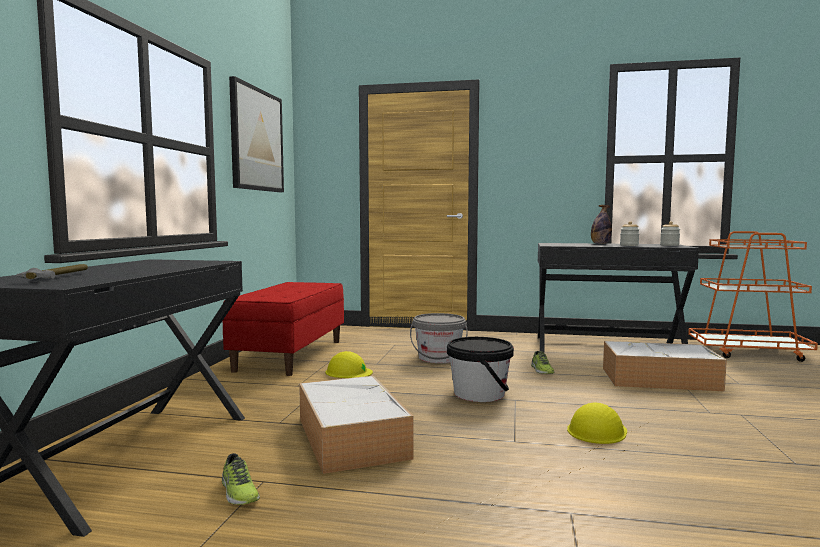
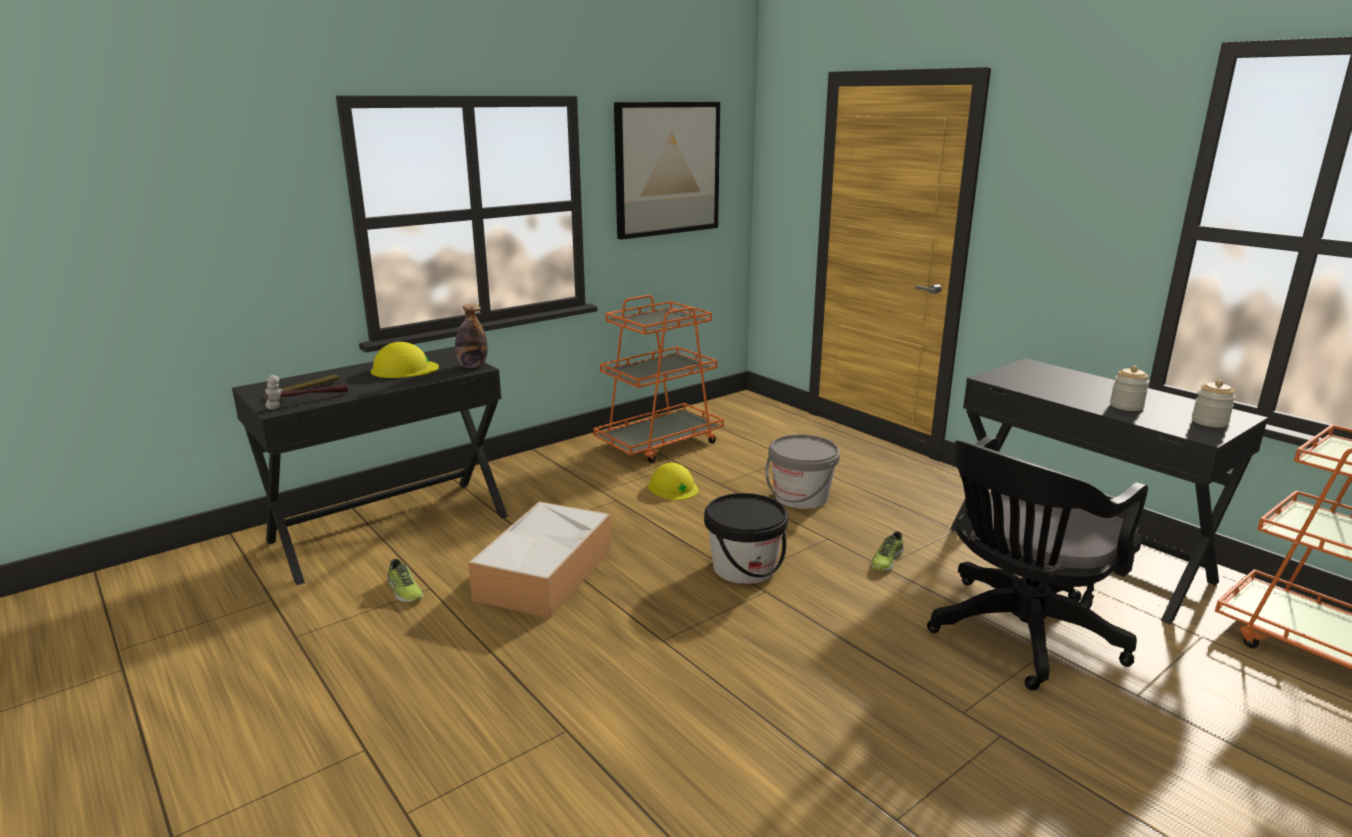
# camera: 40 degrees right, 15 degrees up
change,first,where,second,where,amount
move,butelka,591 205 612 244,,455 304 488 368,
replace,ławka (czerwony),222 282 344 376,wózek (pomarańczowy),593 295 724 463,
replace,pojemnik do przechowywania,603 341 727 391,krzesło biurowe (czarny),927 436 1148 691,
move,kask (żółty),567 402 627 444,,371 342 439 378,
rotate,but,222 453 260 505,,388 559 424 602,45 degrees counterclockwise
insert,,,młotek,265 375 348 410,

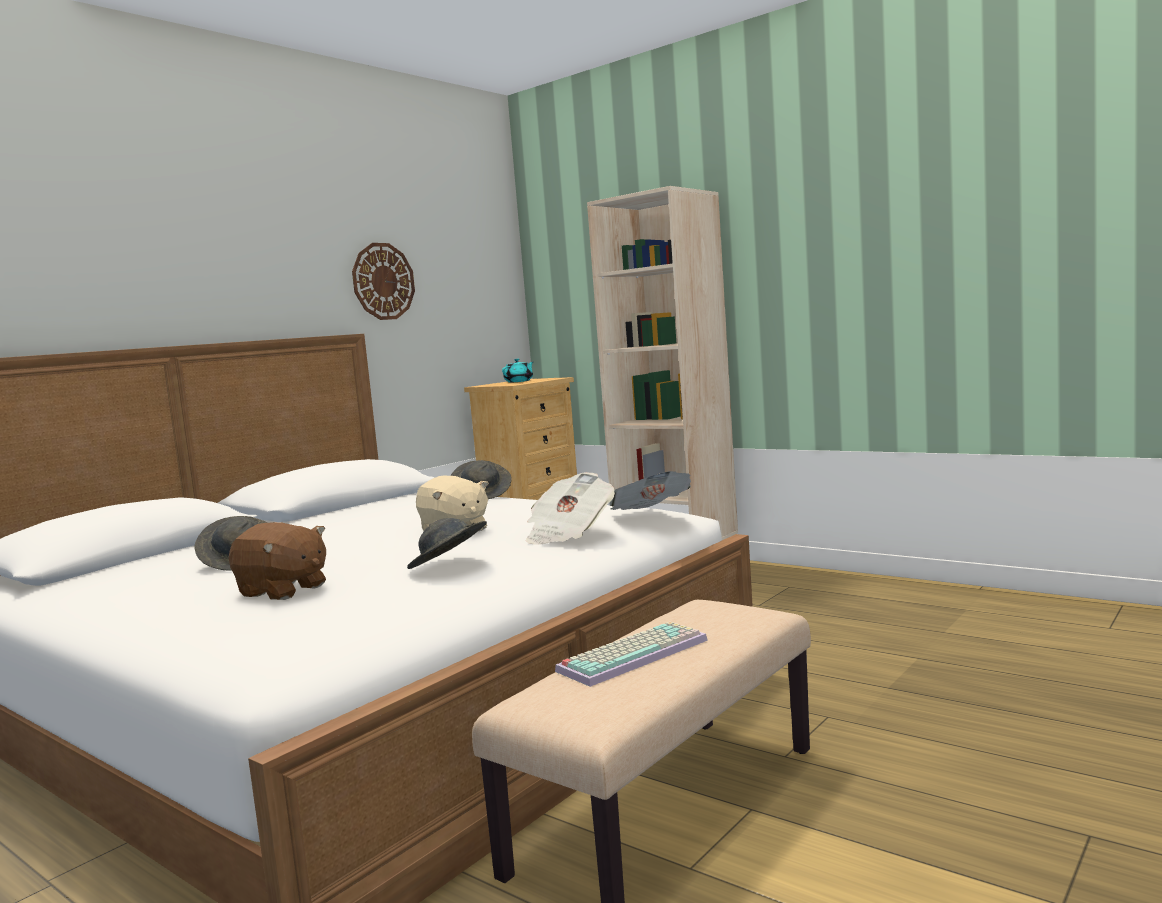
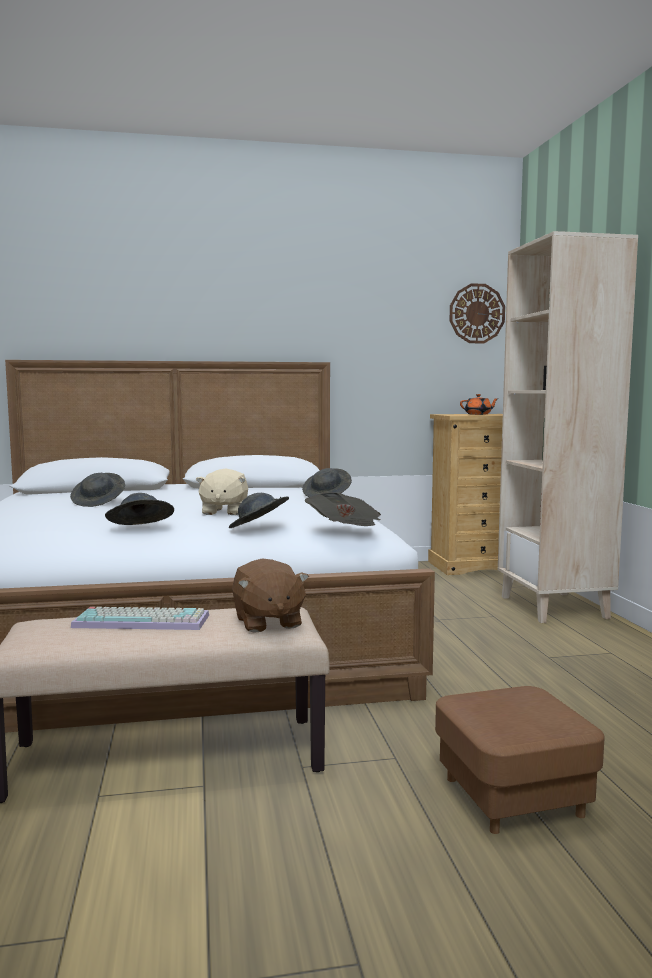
# camera: 40 degrees right, 0 degrees up
change,first,where,second,where,amount
move,zegar ścienny,352 243 415 320,,450 283 505 343,
recolor,imbryk (turkusowy),502 359 533 382,imbryk (pomarańczowy),460 394 499 415,
replace,gazeta,526 472 615 545,kapelusz (szary),229 493 289 528,
move,pluszak (brązowy),229 522 326 600,,232 559 309 633,
insert,,,pufa (brązowy),435 686 605 834,

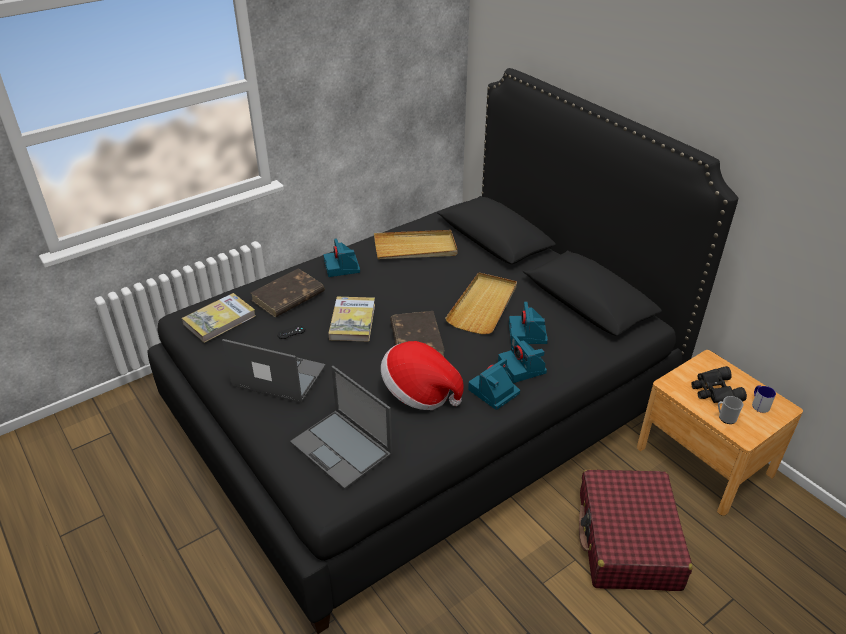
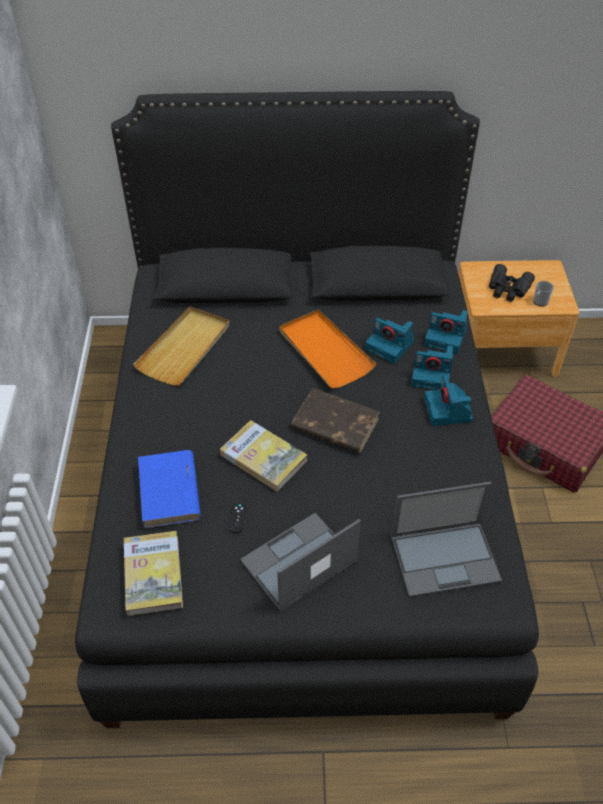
# camera: 55 degrees left, 10 degrees up
change,first,where,second,where,amount
move,aparat fotograficzny,324 238 360 277,,424 310 468 354,
recolor,książka (brązowy),251 268 325 317,książka (niebieski),138 450 201 528,
recolor,taca (beżowy),445 272 517 334,taca (pomarańczowy),279 310 376 388,
delete,kapelusz,381 341 464 410,,,
delete,kubek,752 385 776 413,,,

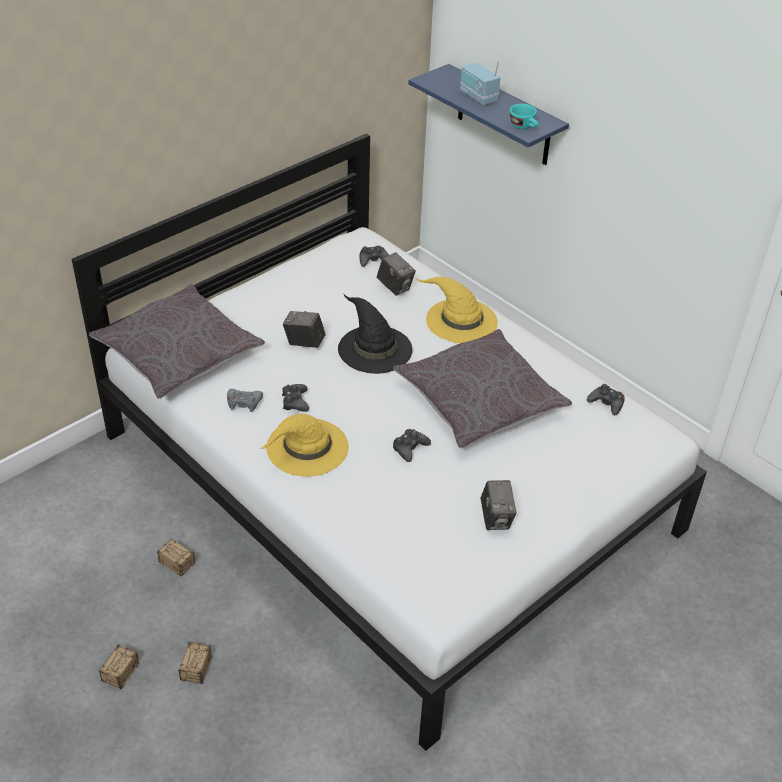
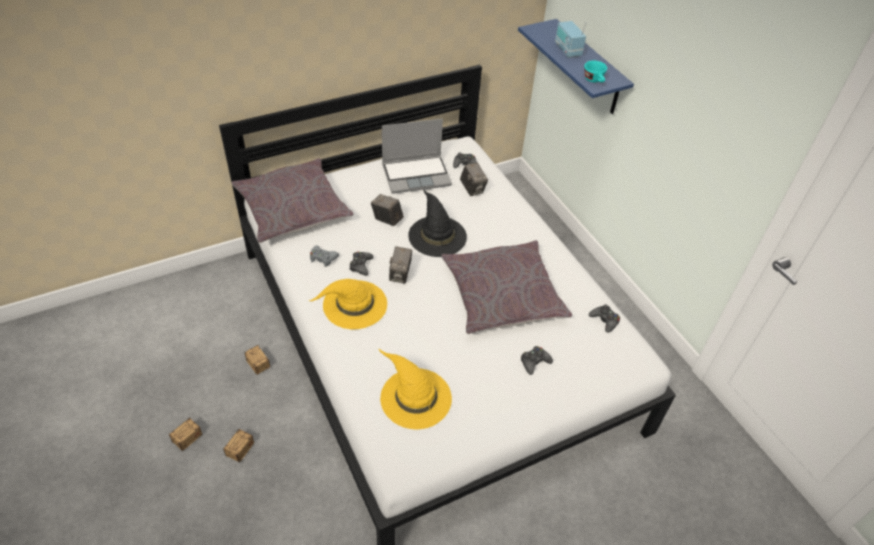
# camera: 15 degrees right, 5 degrees up
change,first,where,second,where,amount
move,kapelusz (żółty),417 277 498 343,,379 349 452 429,
move,pad do gier (czarny),393 429 431 462,,521 346 553 375,
move,aparat fotograficzny,480 480 516 530,,389 246 412 284,
insert,,,laptop,382 119 452 194,

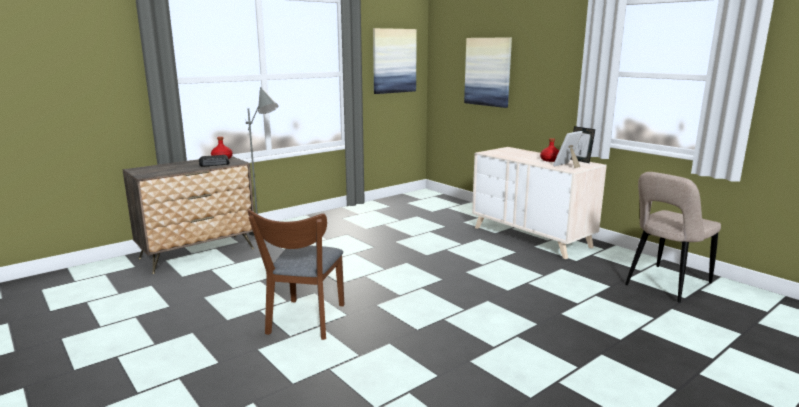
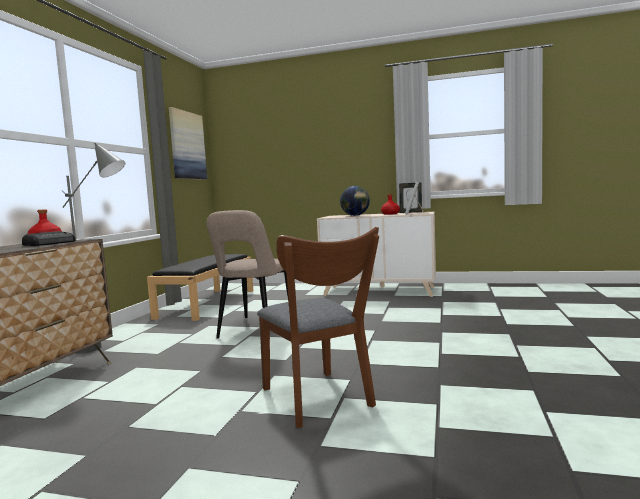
# camera: 35 degrees left, 10 degrees down
change,first,where,second,where,amount
delete,obraz,464 37 512 108,,,
move,krzesło (beżowy),625 172 721 303,,207 210 289 339,
insert,,,globus,340 186 370 216,
insert,,,ławka (czarny),147 254 253 321,

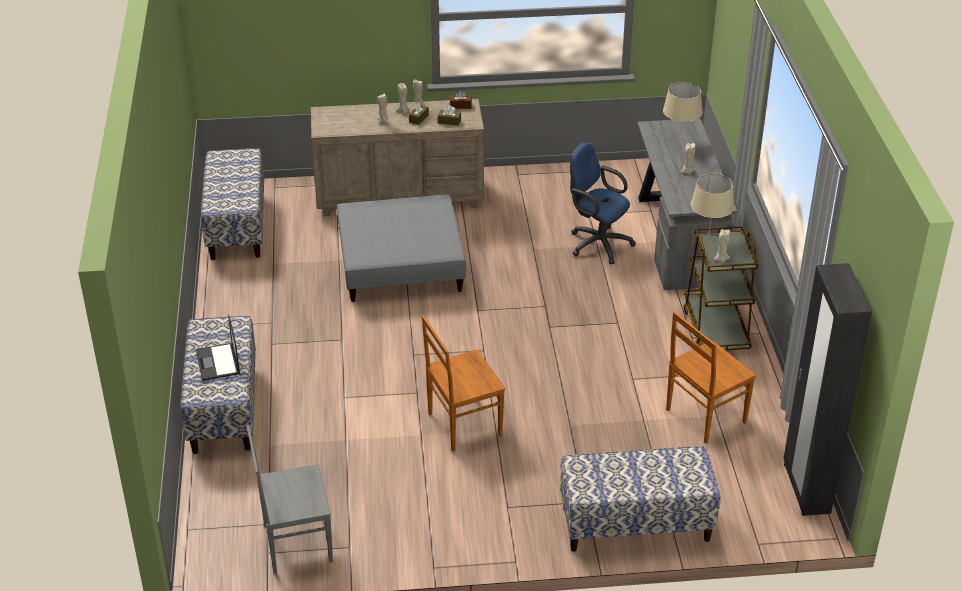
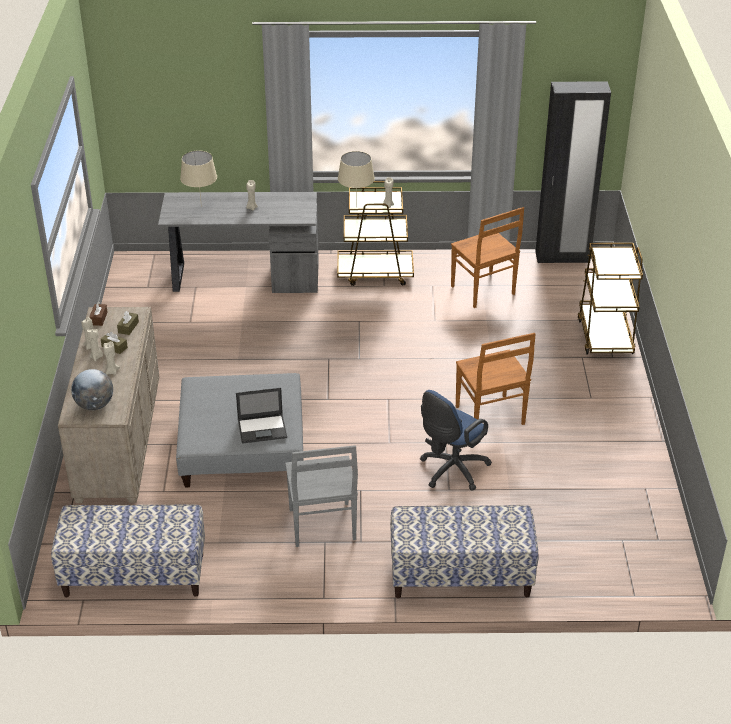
# camera: 85 degrees left, 0 degrees up
change,first,where,second,where,amount
move,krzesło biurowe (niebieski),570 142 636 264,,420 390 492 491,
move,laptop,196 315 240 381,,236 388 287 444,
move,krzesło (szary),246 424 333 573,,285 445 358 547,
replace,ławka,560 446 721 552,wózek (brązowy),578 243 643 354,
insert,,,globus,71 369 113 410,

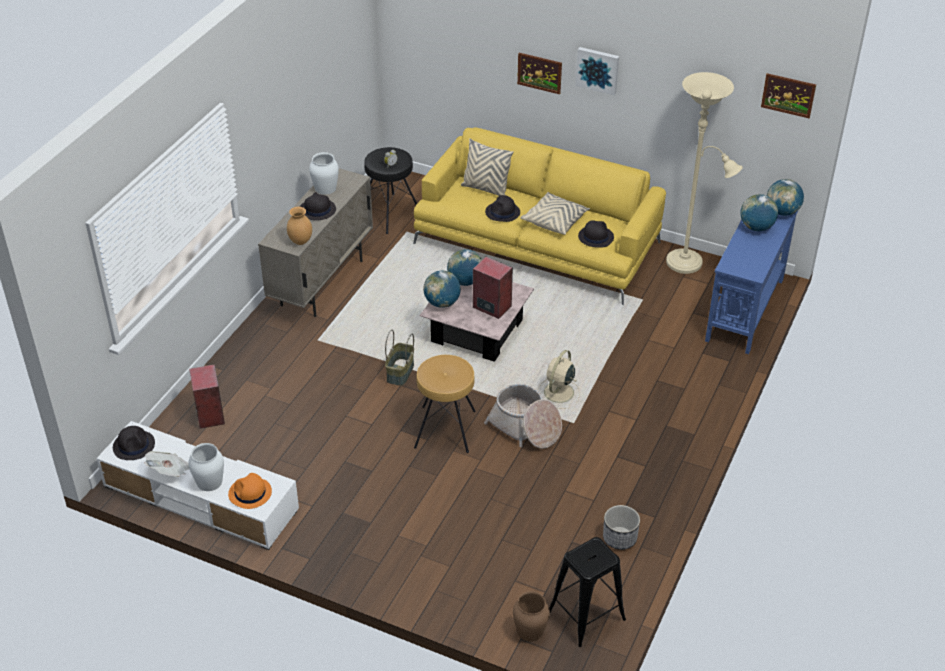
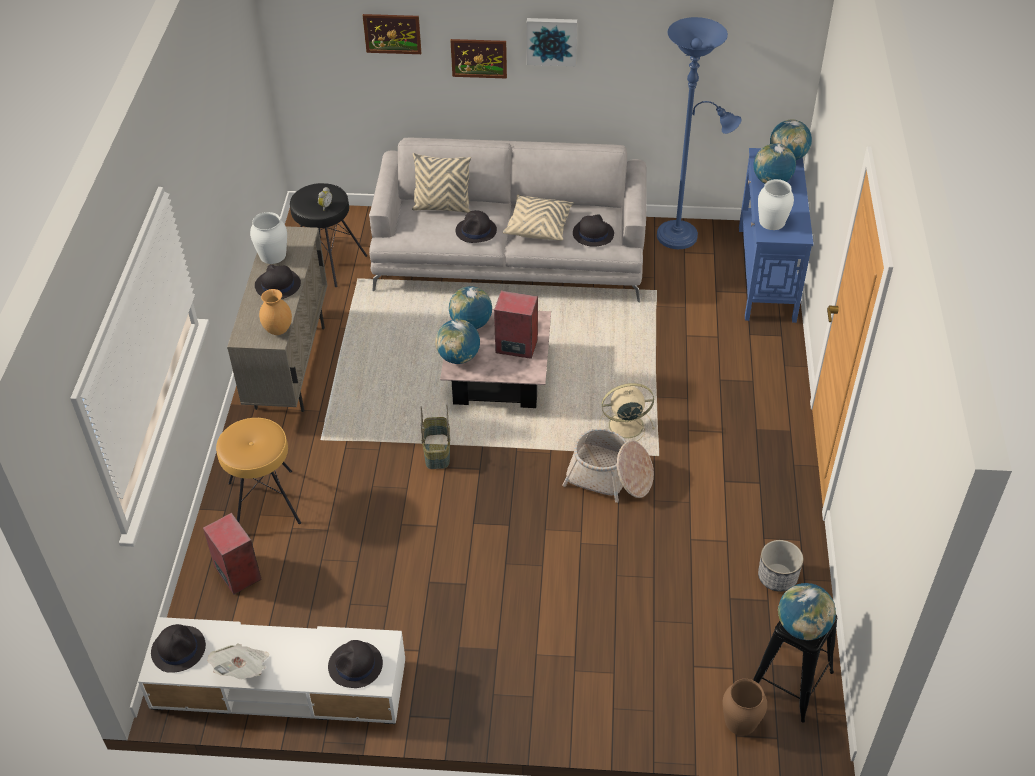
# camera: 20 degrees left, 5 degrees up
change,first,where,second,where,amount
recolor,lampa stojąca (beżowy),666 72 743 274,lampa stojąca (niebieski),657 17 742 249,
move,obraz,761 73 816 118,,363 14 421 54,
recolor,kanapa (żółty),413 127 666 305,kanapa (szary),369 138 647 303,
rotate,wentylator (beżowy),537 350 580 409,,600 383 655 442,75 degrees clockwise
move,stołek (brązowy),414 355 476 453,,216 418 301 524,
move,wazon (biały),188 443 224 491,,758 179 794 230,
recolor,kapelusz (pomarańczowy),228 473 272 509,kapelusz (czarny),328 640 383 688,
insert,,,globus,778 583 836 640,

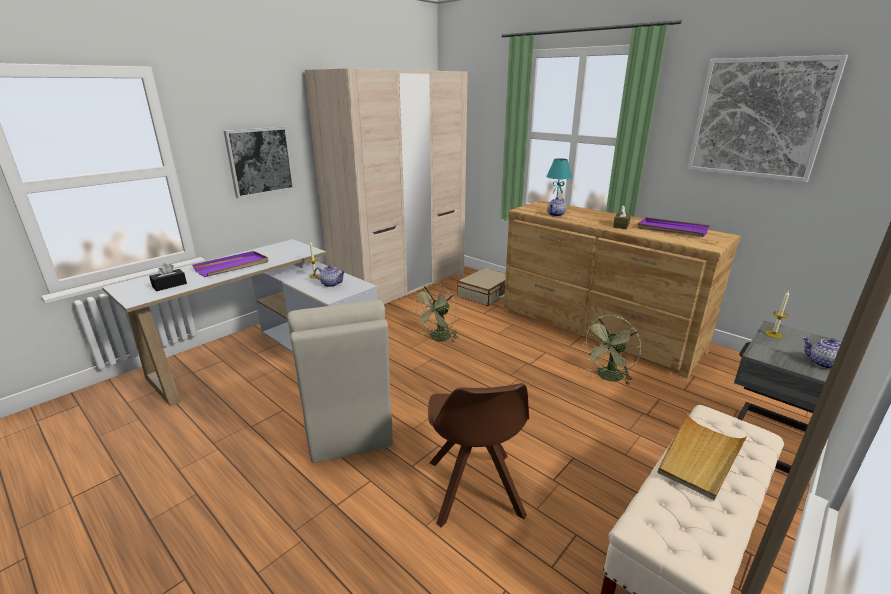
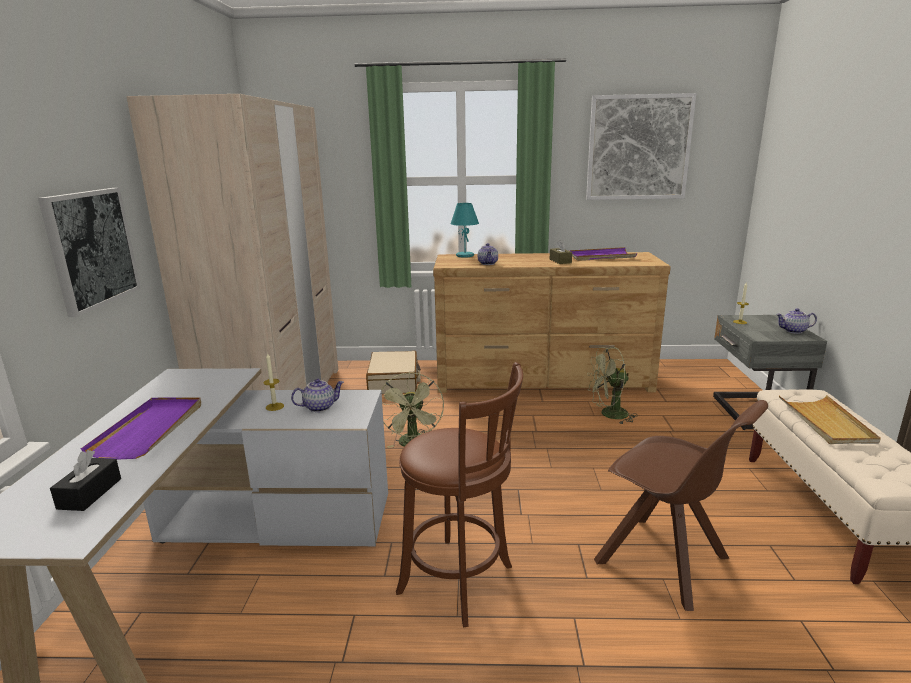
# camera: 40 degrees left, 5 degrees down
change,first,where,second,where,amount
replace,krzesło (beżowy),287 300 393 463,stołek (brązowy),396 362 523 627,
rotate,wentylator (zielony),581 315 642 385,,587 347 638 425,75 degrees clockwise

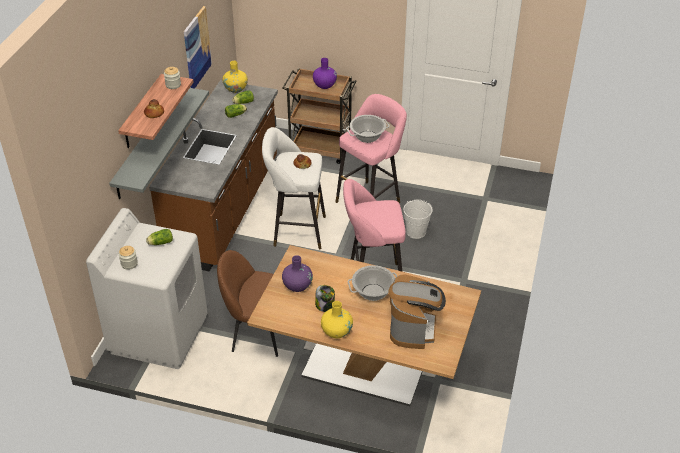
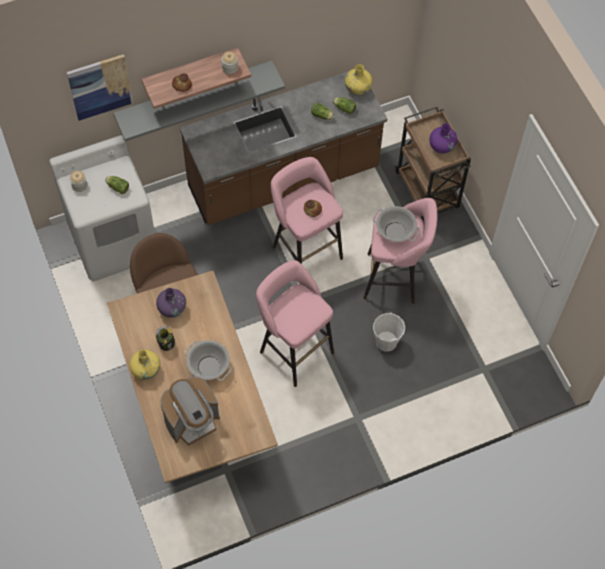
# camera: 50 degrees right, 20 degrees up
change,first,where,second,where,amount
move,obraz,184 6 212 88,,67 54 133 121,
recolor,stołek (biały),262 127 326 250,stołek (różowy),271 157 343 284,

